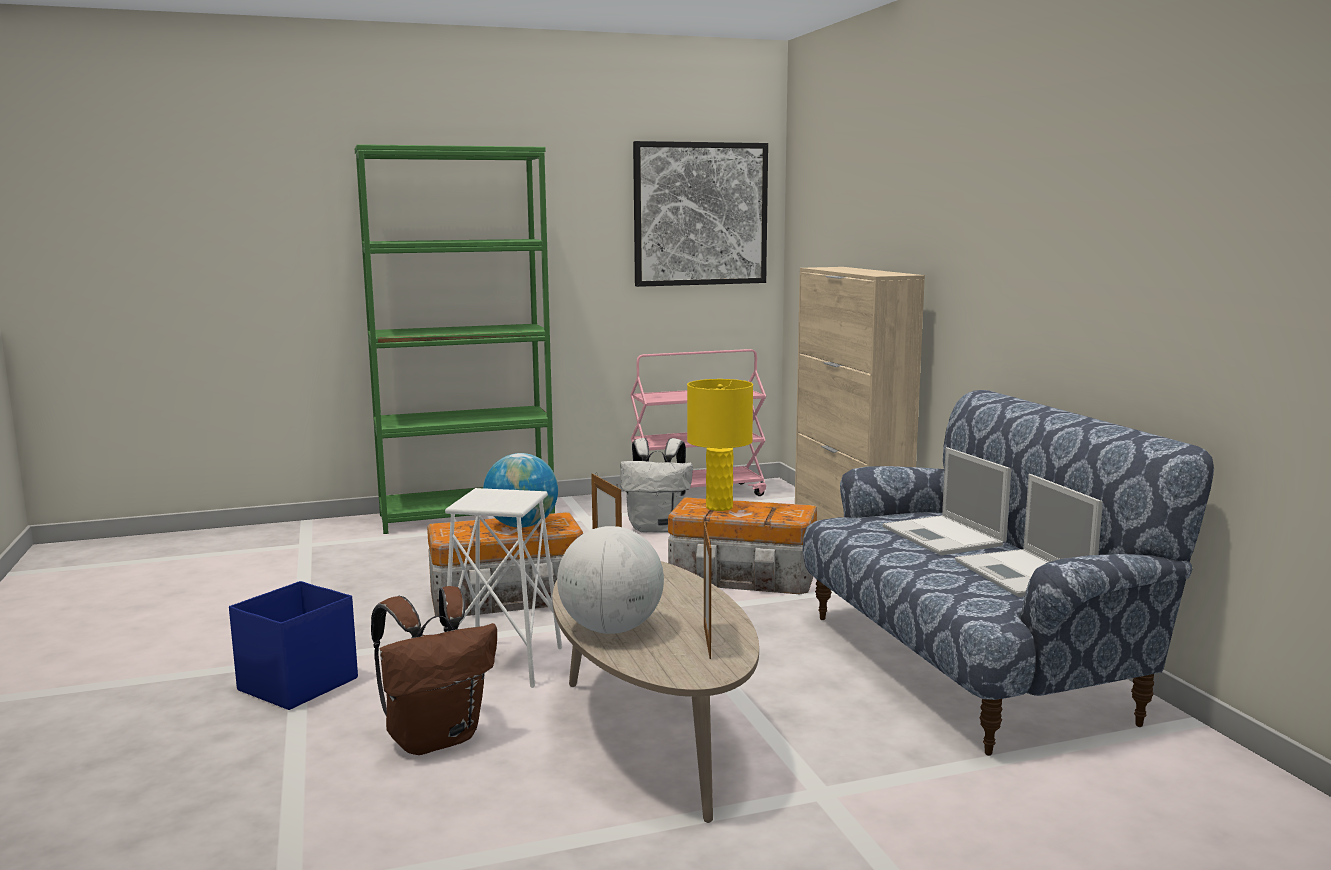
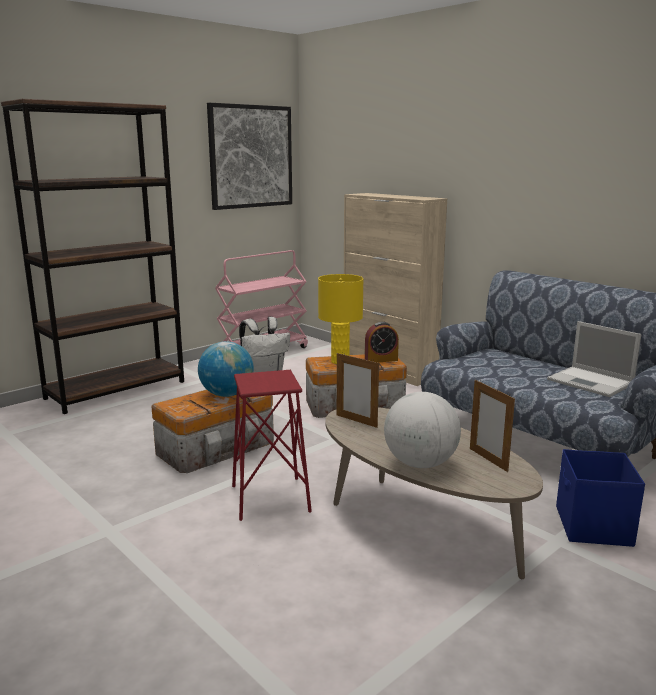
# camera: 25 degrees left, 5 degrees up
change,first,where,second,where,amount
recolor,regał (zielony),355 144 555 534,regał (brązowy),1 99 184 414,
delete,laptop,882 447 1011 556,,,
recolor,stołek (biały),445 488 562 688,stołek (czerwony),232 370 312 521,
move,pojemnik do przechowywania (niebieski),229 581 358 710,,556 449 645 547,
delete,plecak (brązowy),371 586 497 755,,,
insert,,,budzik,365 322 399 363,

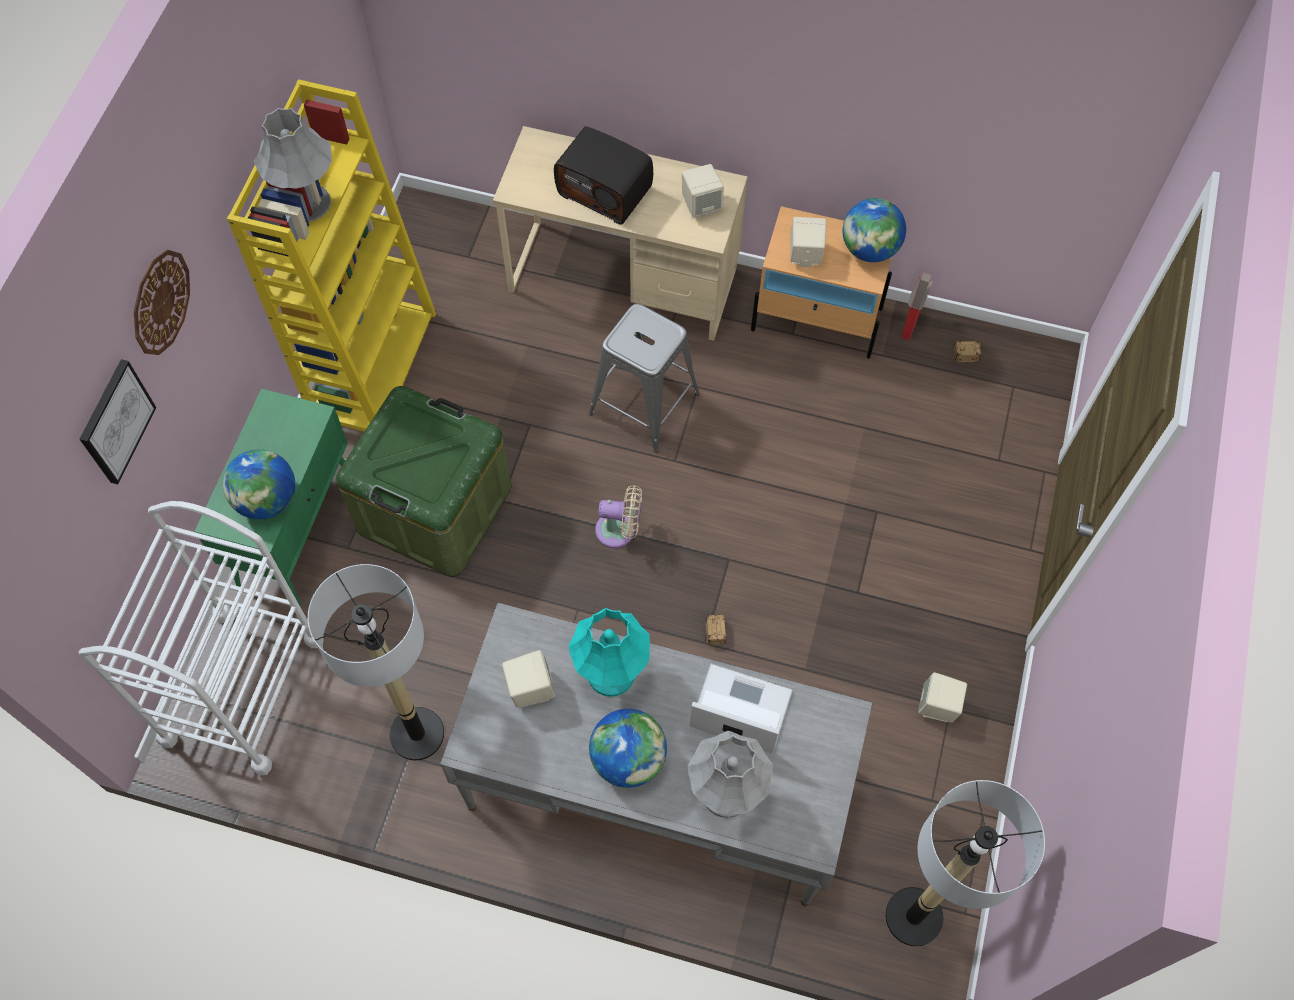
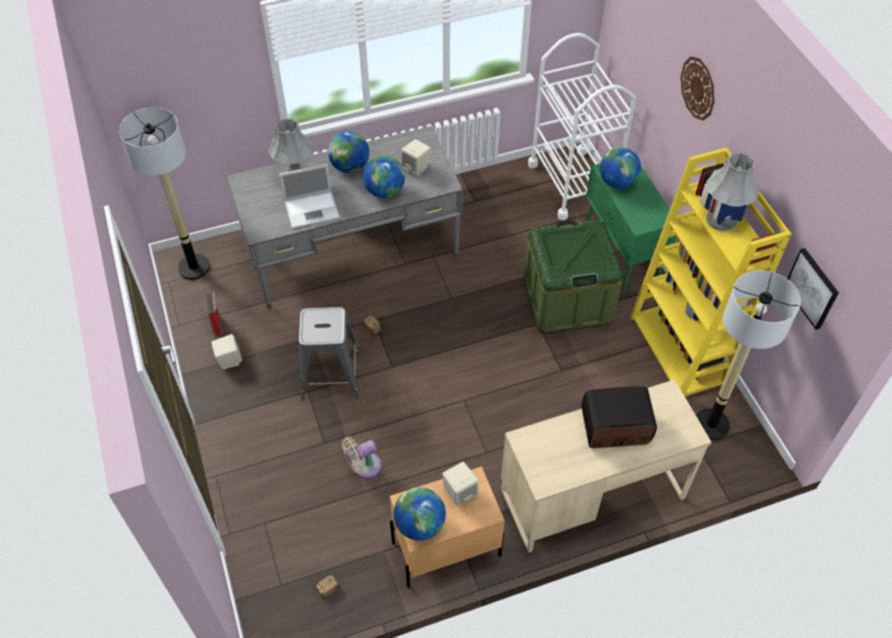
# camera: 145 degrees right, 10 degrees down
change,first,where,second,where,amount
delete,głośnik (beżowy),682 164 724 218,,,
move,karton,901 272 933 340,,203 289 222 336,
move,stołek (szary),589 304 700 453,,299 307 360 401,
move,obraz,79 359 156 484,,787 248 839 330,
move,wentylator (beżowy),595 485 642 548,,342 437 381 478,
move,lampa stojąca,308 564 444 761,,696 270 801 440,
replace,lampa stołowa (turkusowy),568 608 650 697,globus,363 156 405 198,

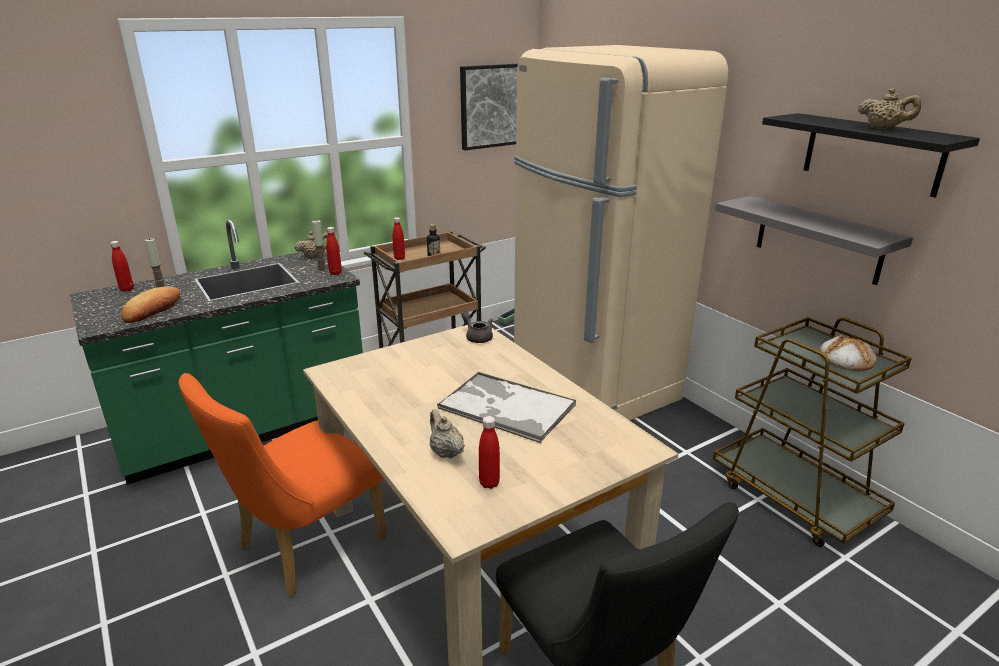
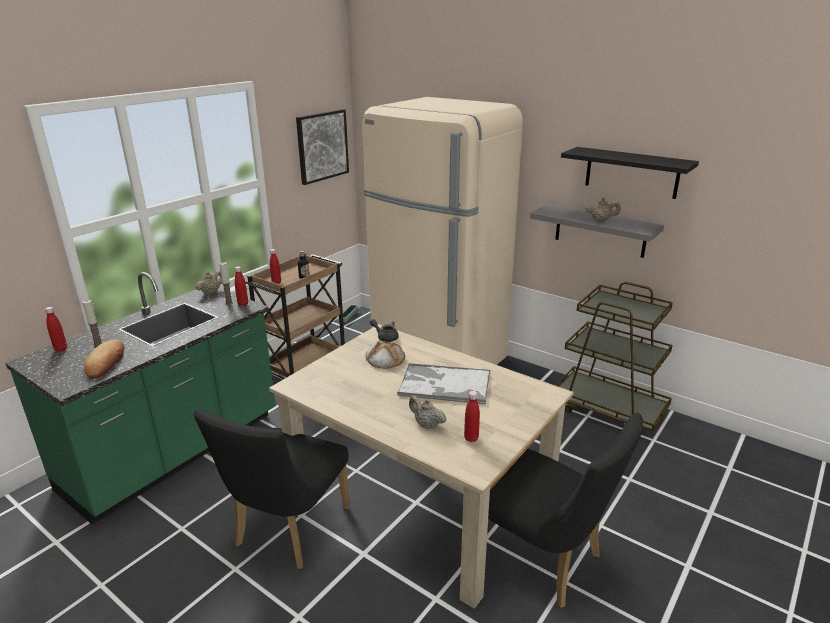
# camera: 20 degrees left, 0 degrees up
change,first,where,second,where,amount
move,imbryk (beżowy),858 88 921 129,,586 198 621 221,
move,chleb,819 334 877 371,,366 341 405 369,
recolor,krzesło (pomarańczowy),179 373 387 596,krzesło (czarny),194 409 350 569,

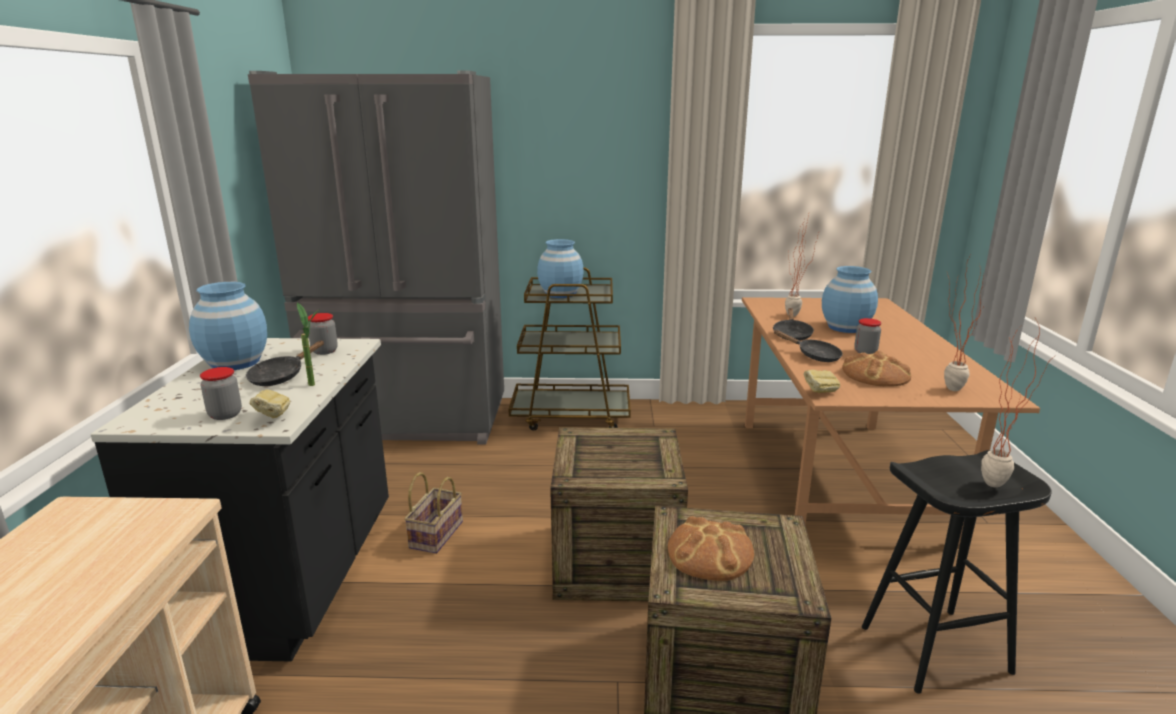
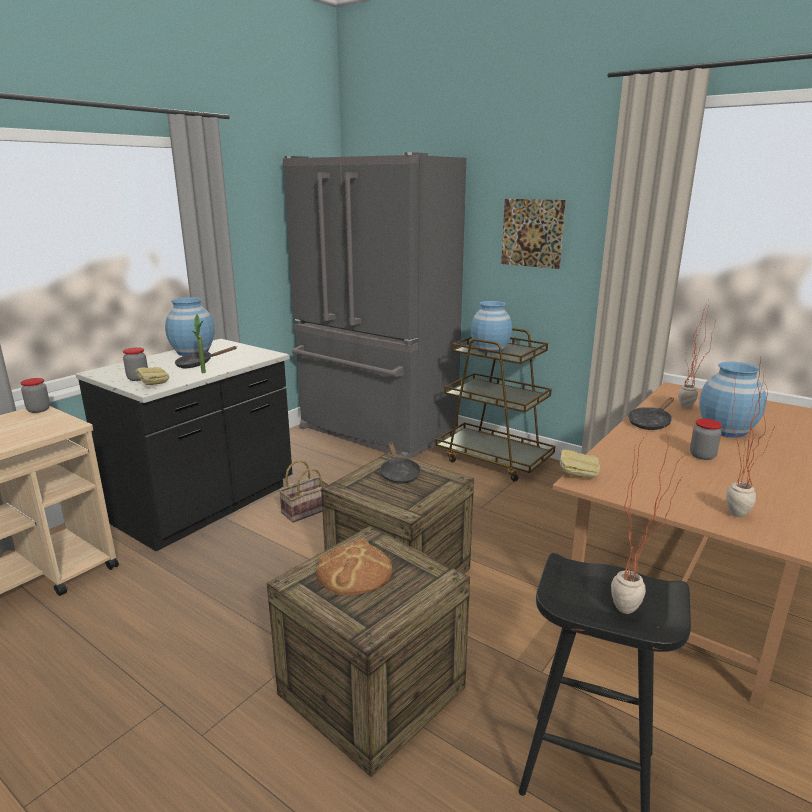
# camera: 35 degrees right, 0 degrees up
change,first,where,second,where,amount
move,słoik,307 313 338 355,,21 378 50 413,
move,patelnia (czarny),774 330 843 362,,380 442 421 484,
delete,chleb,842 351 911 387,,,
insert,,,obraz,501 199 566 269,

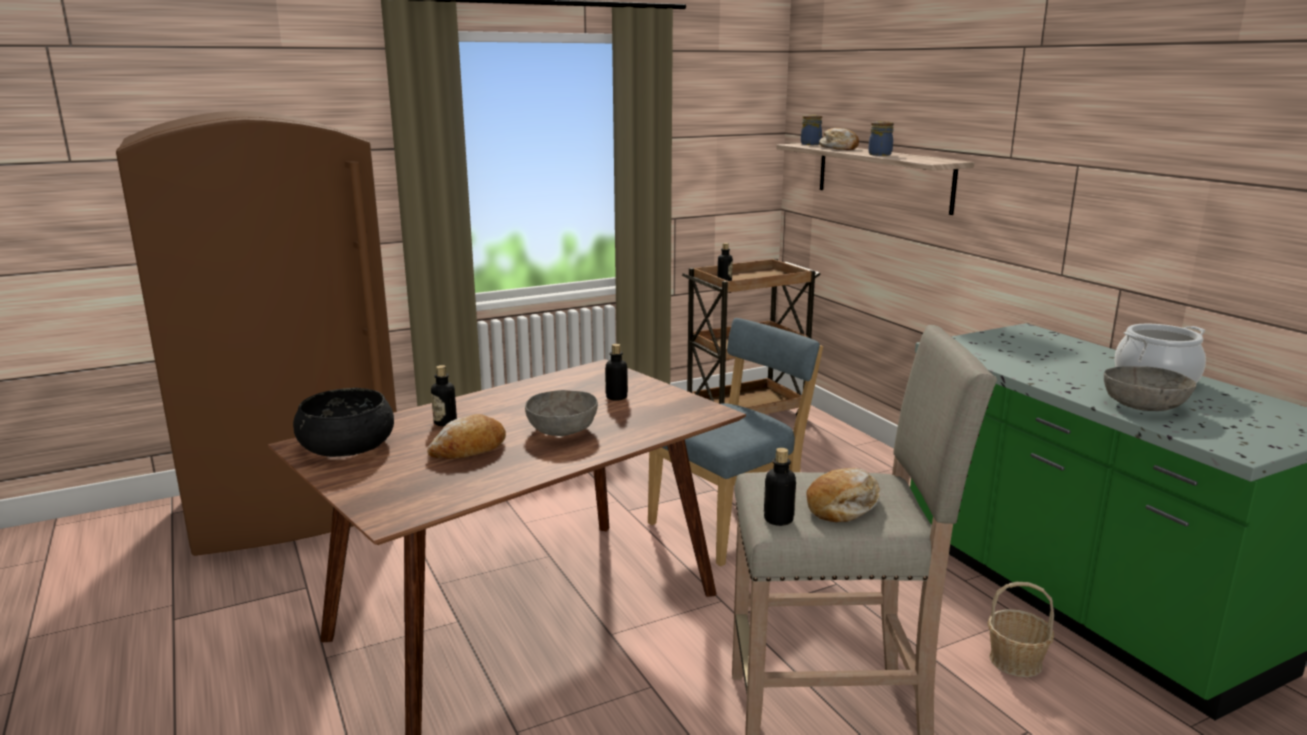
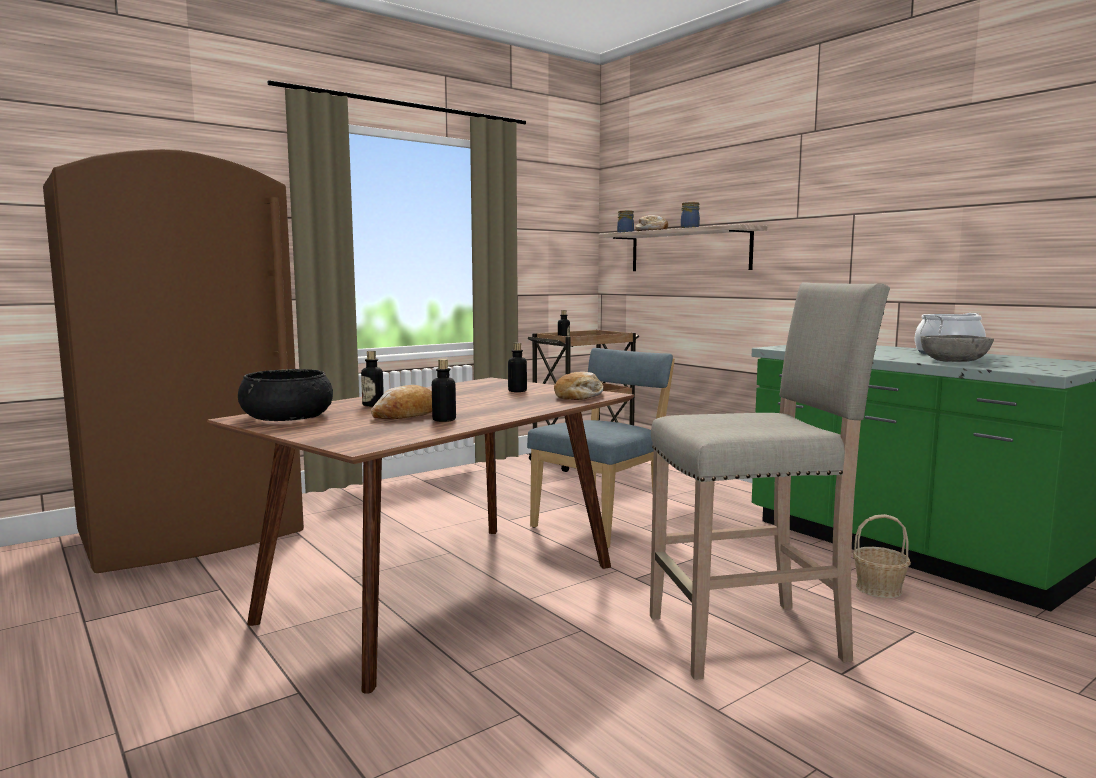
# camera: 10 degrees left, 10 degrees down
change,first,where,second,where,amount
delete,miska (szary),525 390 598 436,,,
move,butelka,764 448 796 526,,432 359 456 422,
move,chleb,806 468 880 522,,554 372 603 400,

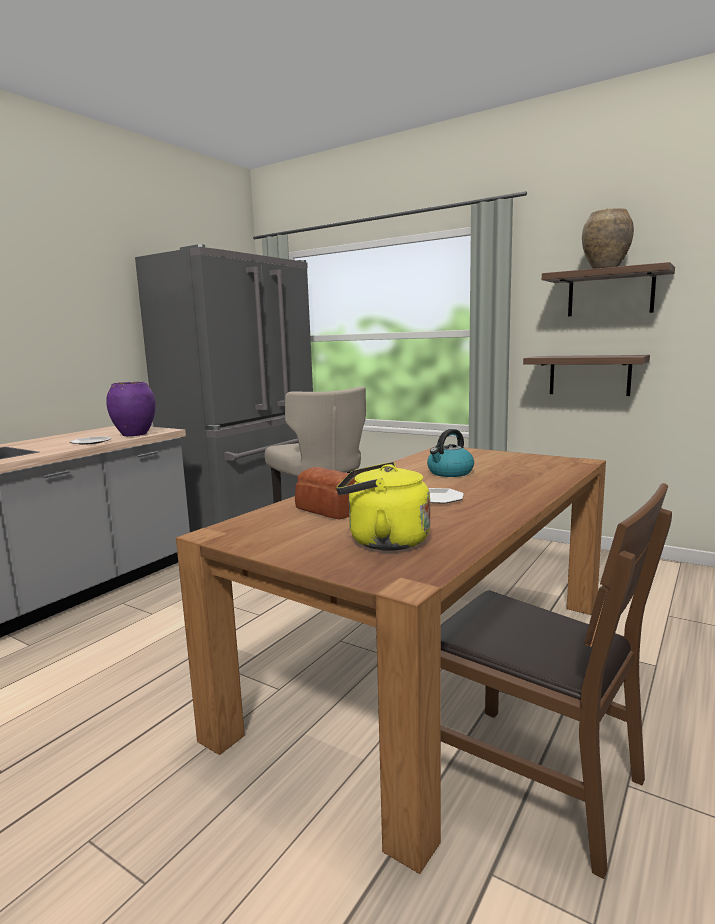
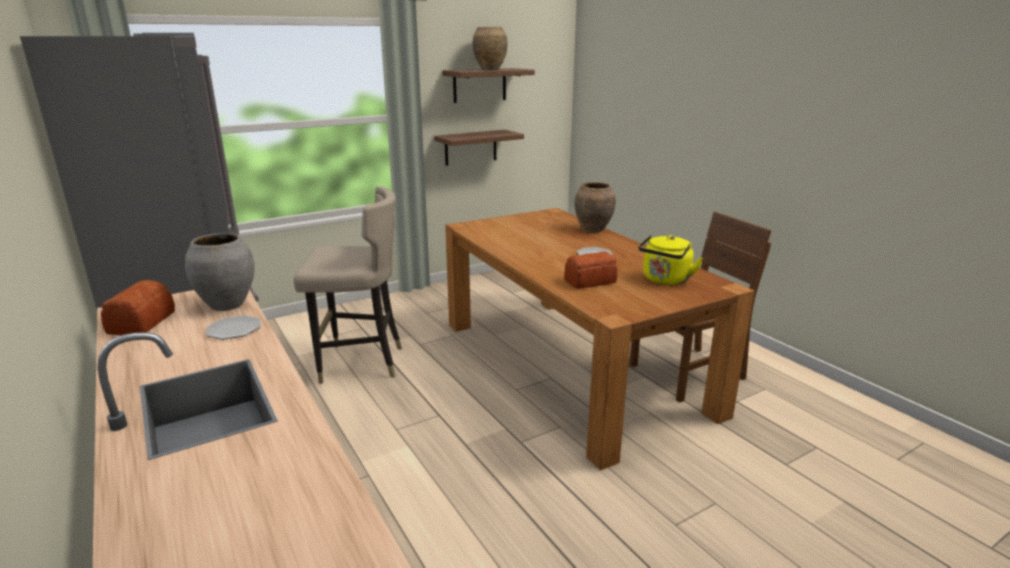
# camera: 65 degrees left, 10 degrees up
change,first,where,second,where,amount
recolor,wazon (fioletowy),106 382 156 436,wazon (szary),185 233 255 311,
delete,czajnik,427 429 474 477,,,
insert,,,wazon (brązowy),575 182 616 233,
insert,,,chleb,101 280 175 335,

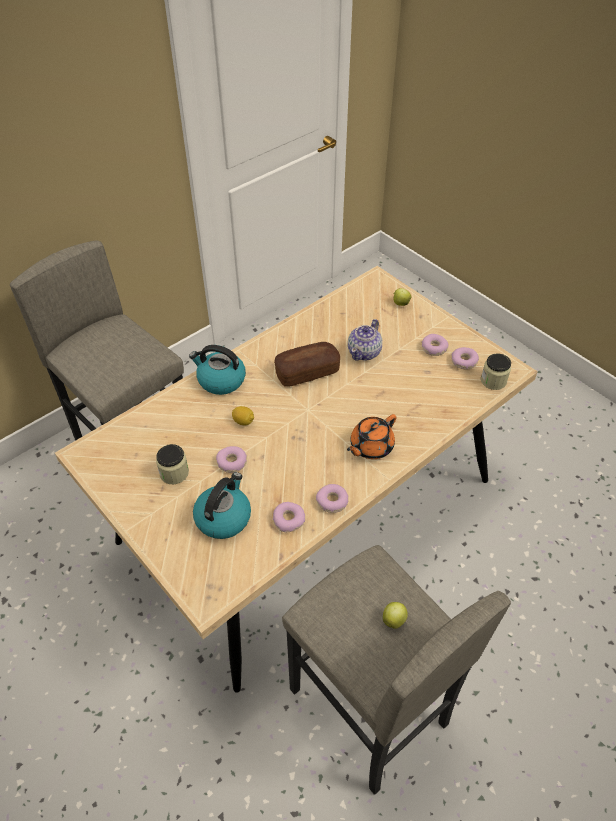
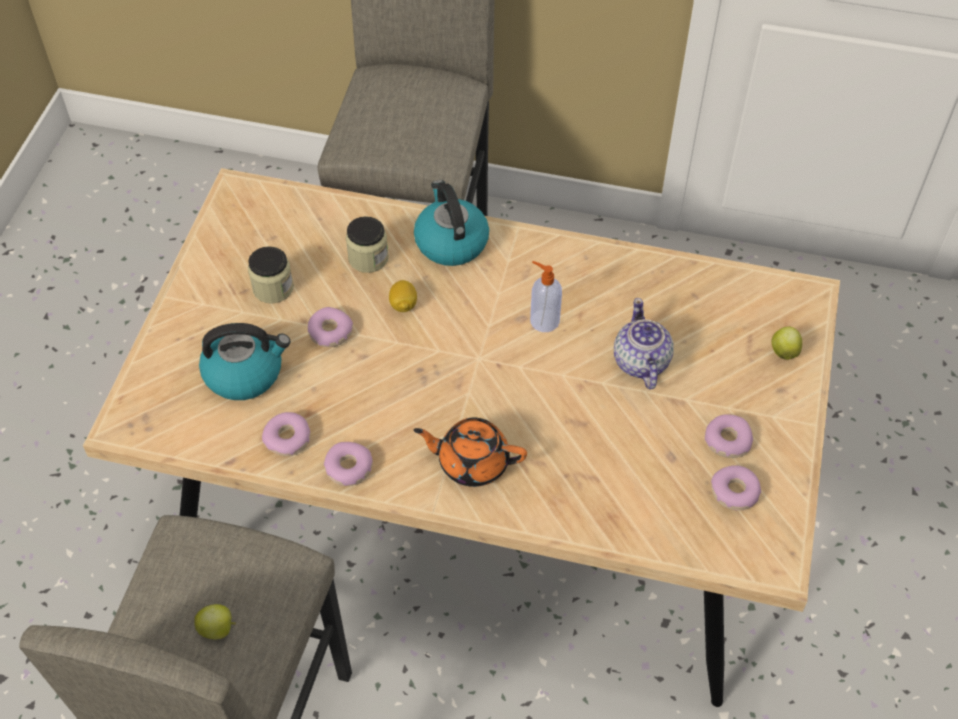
# camera: 55 degrees right, 5 degrees up
change,first,where,second,where,amount
rotate,imbryk,348 319 382 361,,614 298 674 390,90 degrees clockwise
replace,chleb,274 342 340 387,dozownik mydła,530 261 562 332,
move,słoik,481 353 511 390,,346 216 389 273,

